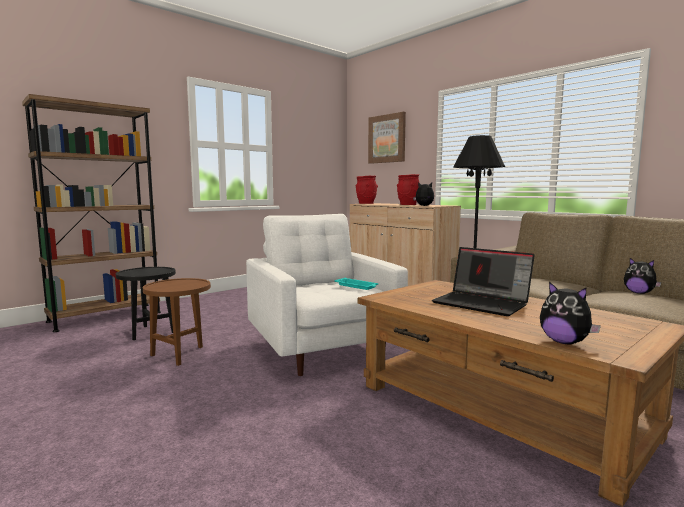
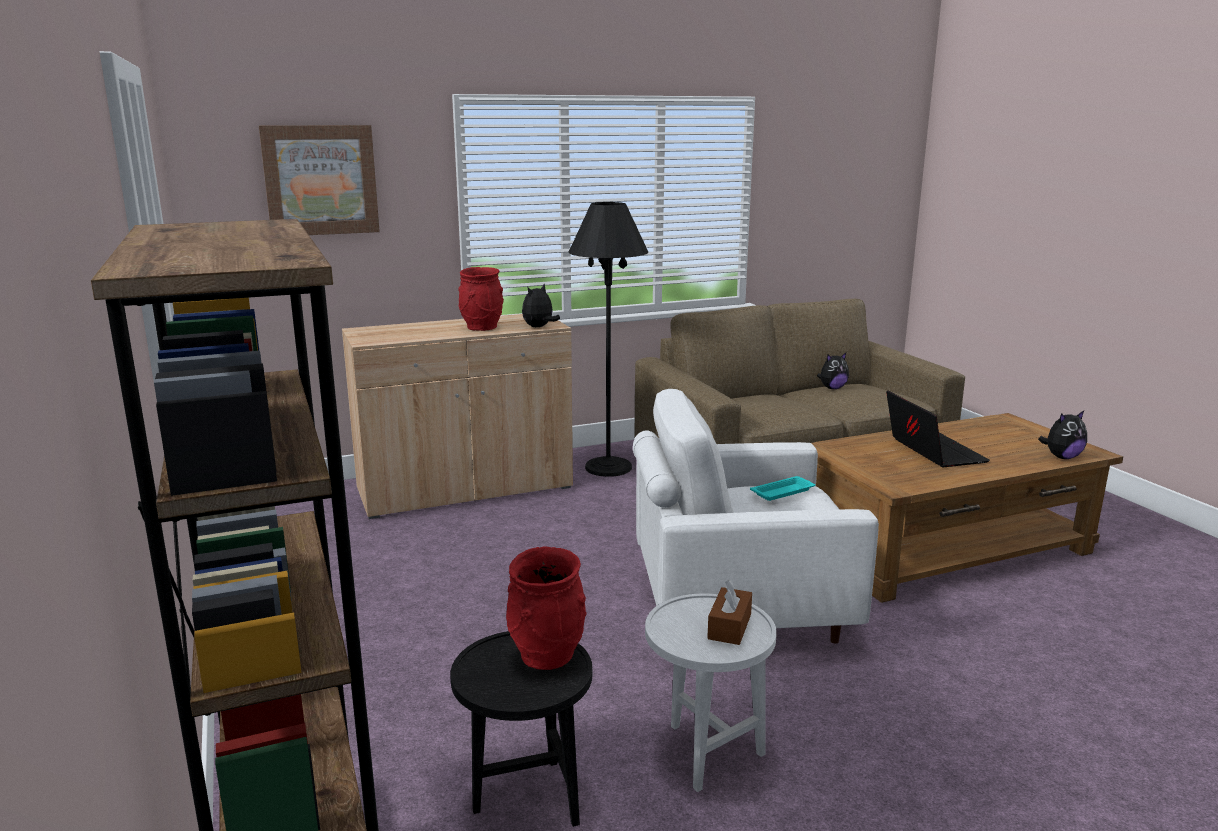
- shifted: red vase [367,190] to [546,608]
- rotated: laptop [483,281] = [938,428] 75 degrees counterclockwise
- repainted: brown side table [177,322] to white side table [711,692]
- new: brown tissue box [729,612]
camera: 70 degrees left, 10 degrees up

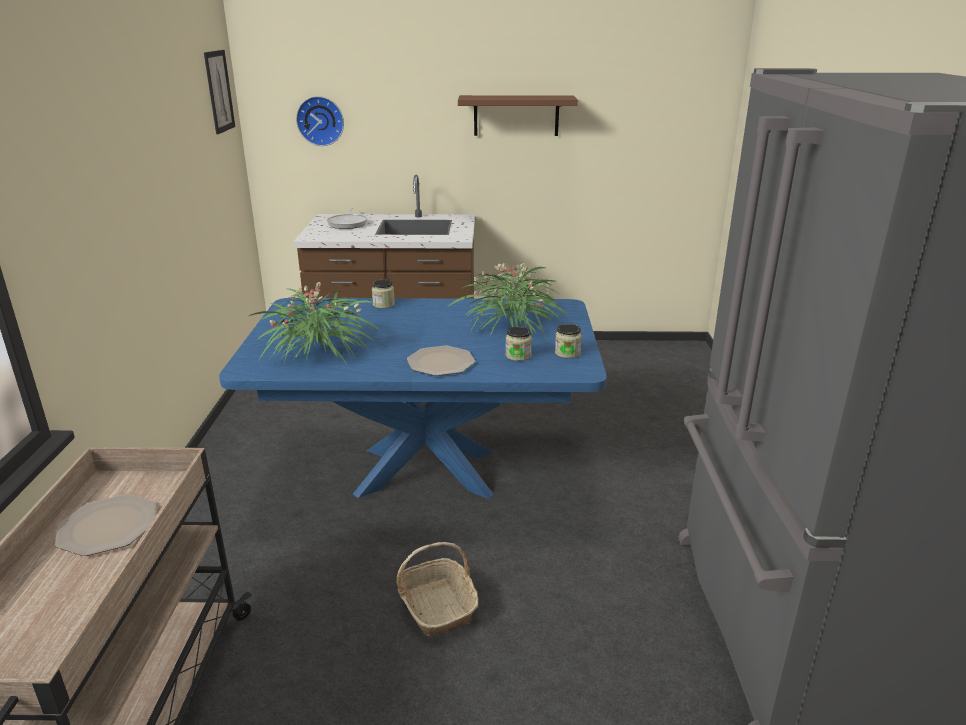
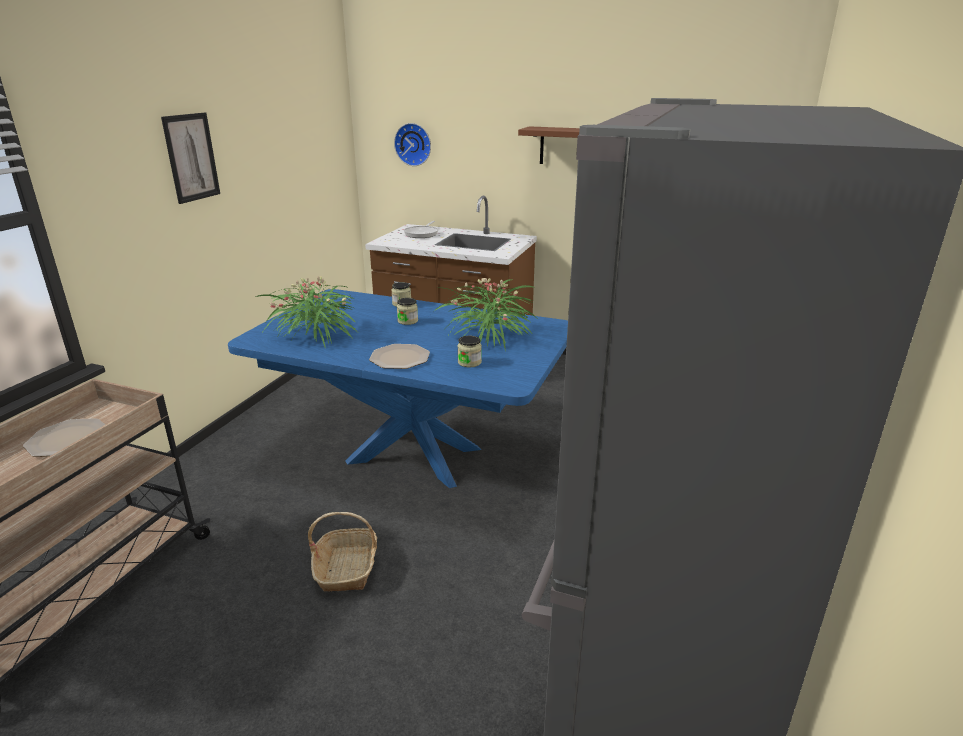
- shifted: picture [219,92] to [190,158]
- shifted: jar [568,341] to [407,311]
camera: 20 degrees right, 0 degrees up

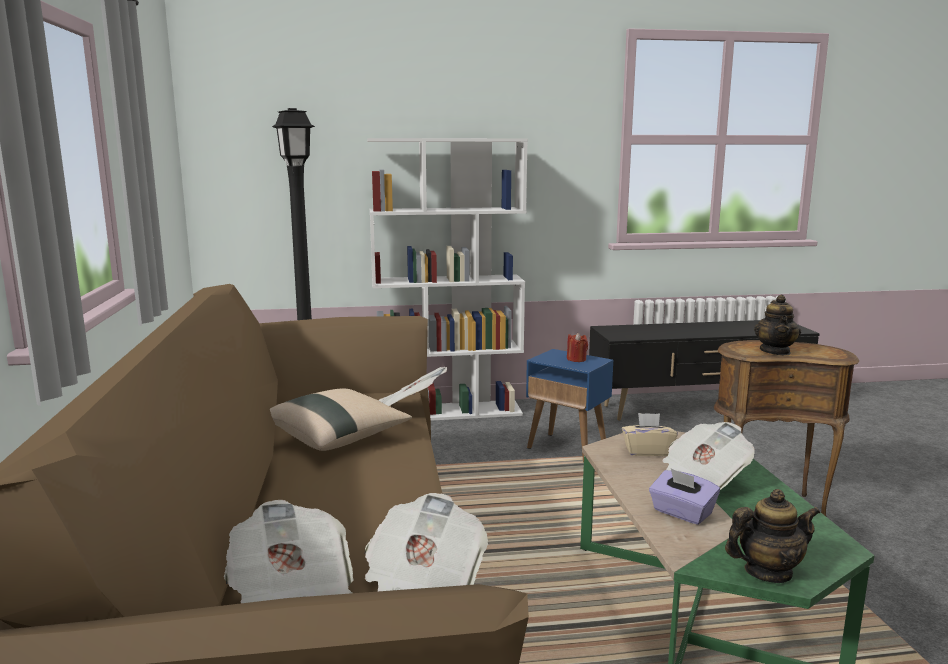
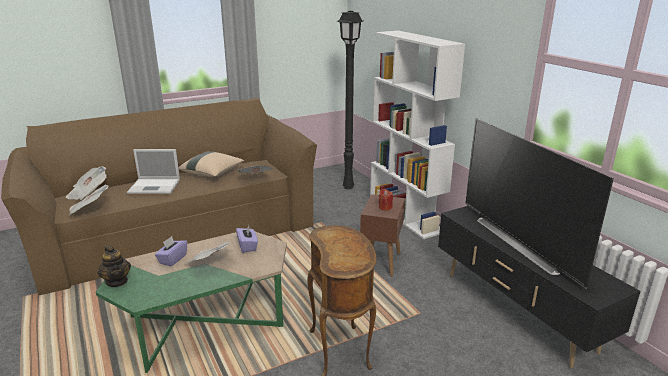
- gone: teapot [777,325]
- repainted: blue side table [569,406] to brown side table [382,235]
- repainted: beige tissue box [650,434] to purple tissue box [247,239]
- new: television [539,203]
- new: laptop [153,171]
camera: 70 degrees right, 10 degrees up

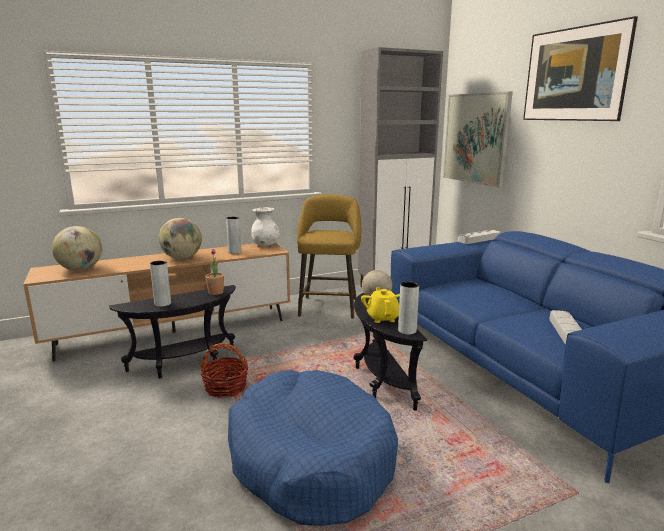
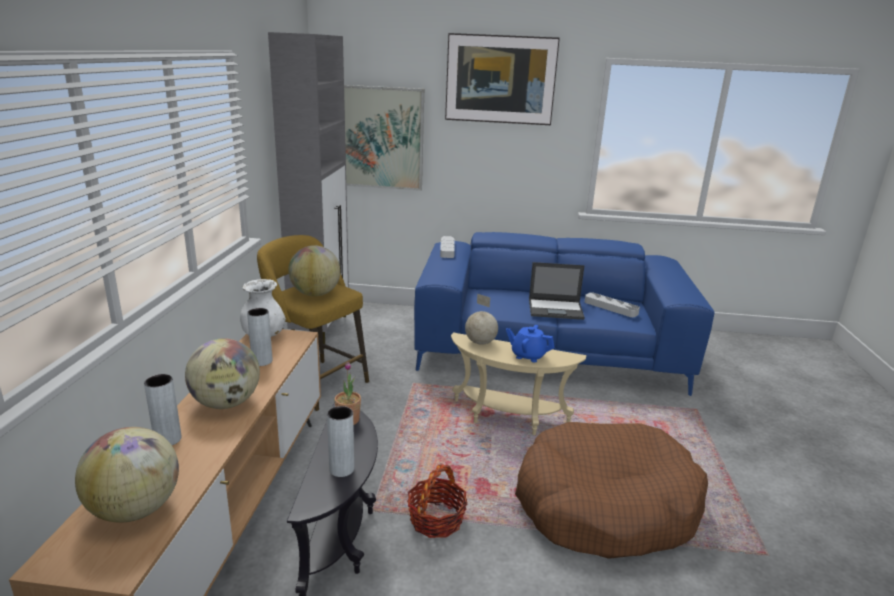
- shifted: grey vase [408,308] to [162,409]
- repainted: yellow teapot [380,305] to blue teapot [530,344]
- repainted: black side table [390,352] to beige side table [518,383]
- repainted: blue dog bed [313,447] to brown dog bed [611,490]
- new: globe [314,270]
- new: laptop [557,291]
camera: 60 degrees left, 5 degrees up

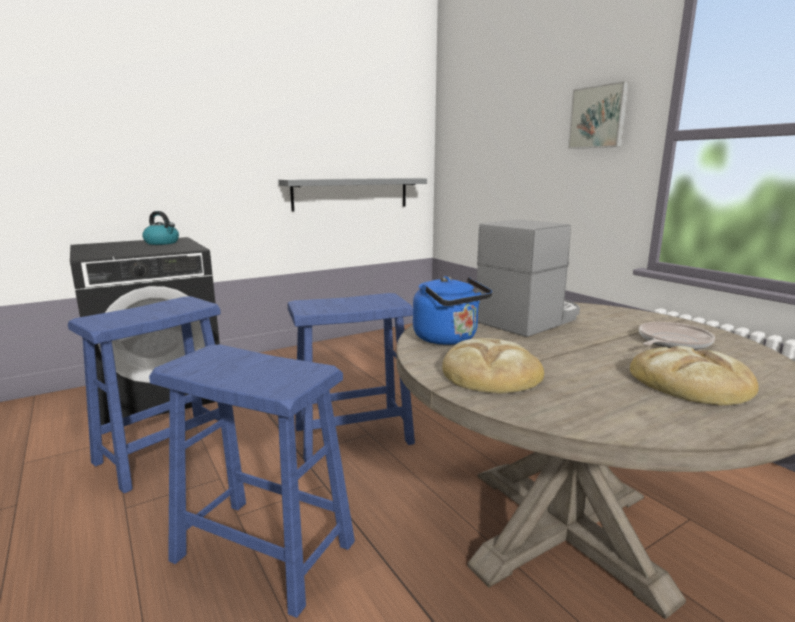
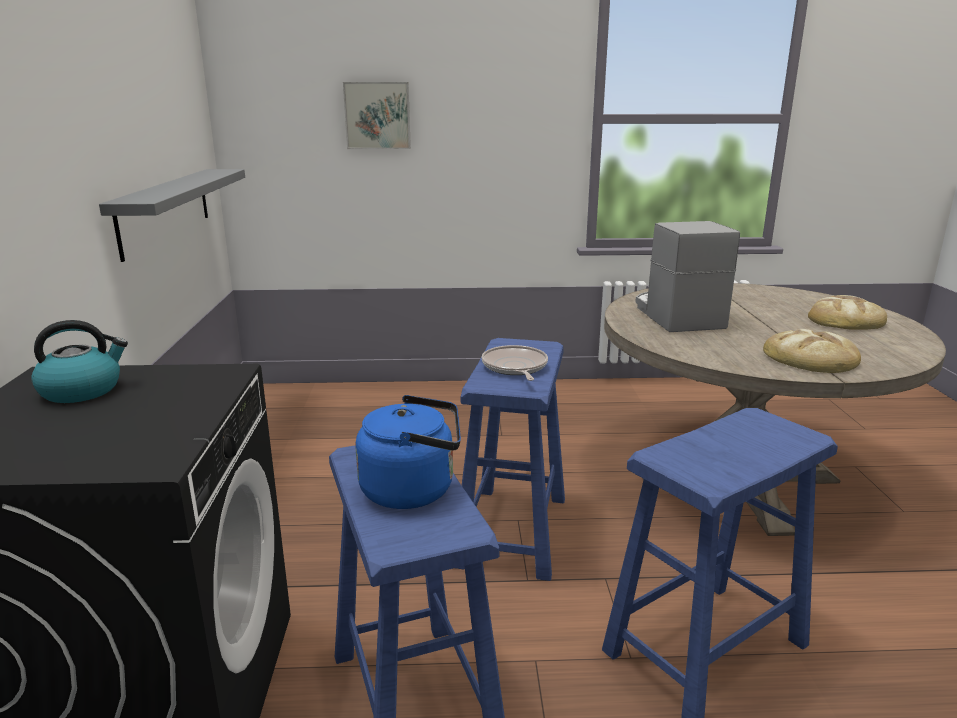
- shifted: picture [598,115] to [377,115]
- shifted: blue kettle [452,310] to [408,452]
- shifted: frying pan [677,336] to [515,363]
camera: 60 degrees left, 5 degrees up

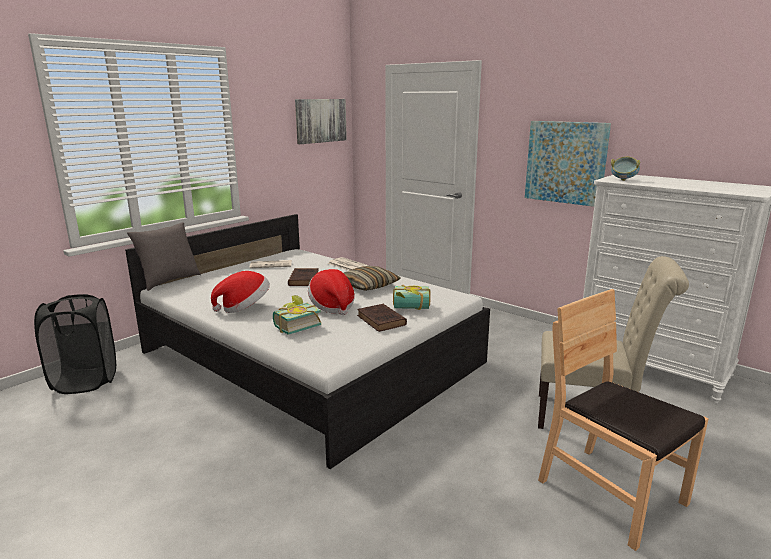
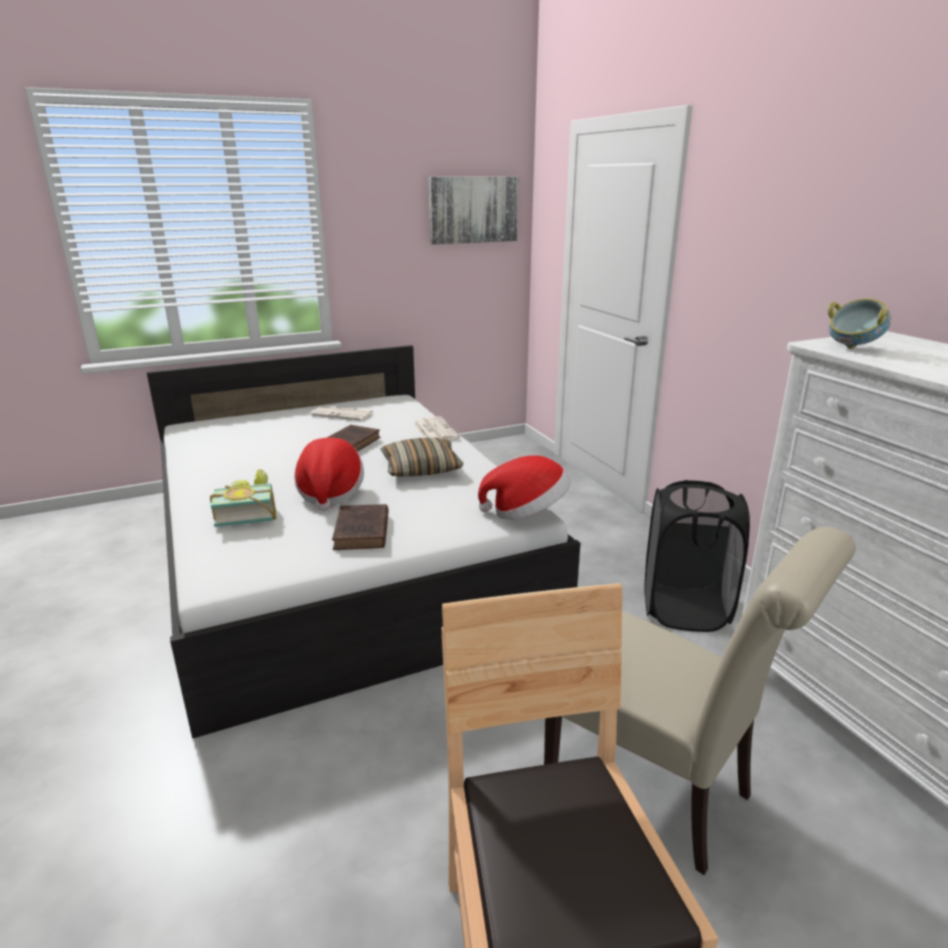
- gone: picture [568,164]
- gone: grey pillow [164,256]
- shifted: hat [240,292] to [524,488]
- gone: book [412,297]
- shifted: black laundry basket [75,344] to [697,556]
camera: 25 degrees right, 5 degrees up

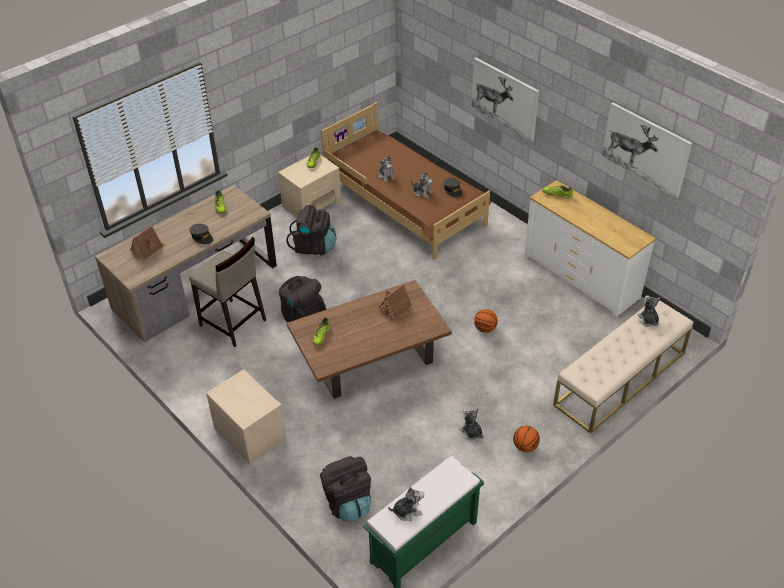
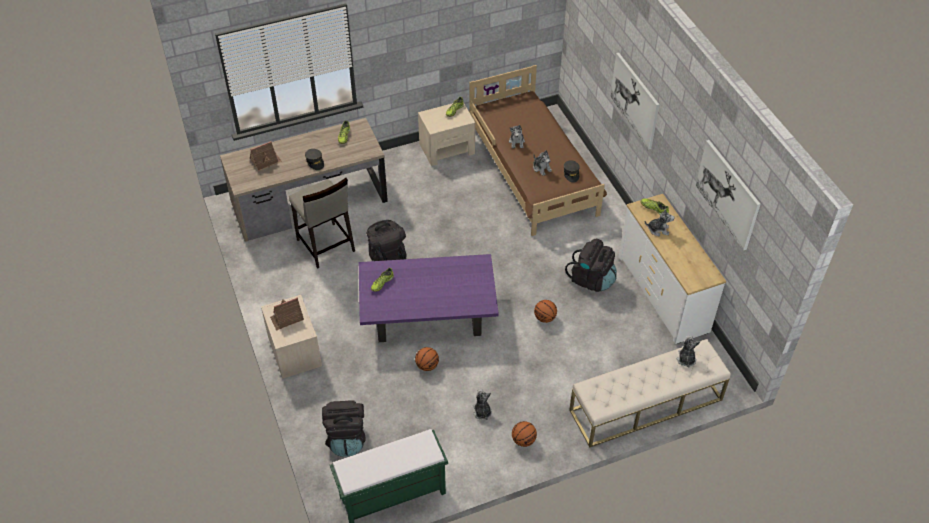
- shifted: black backpack [311,230] to [591,265]
- repainted: brown coffee table [369,339] to purple coffee table [429,298]
- shifted: toy house [394,303] to [287,314]
- shifted: plush toy [406,504] to [659,222]
- new: basketball [427,359]
camera: 20 degrees right, 5 degrees up

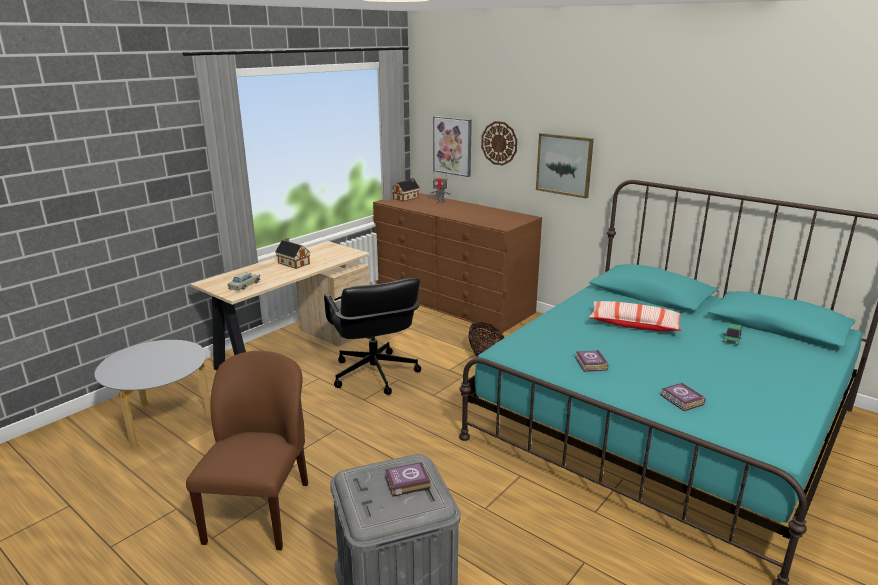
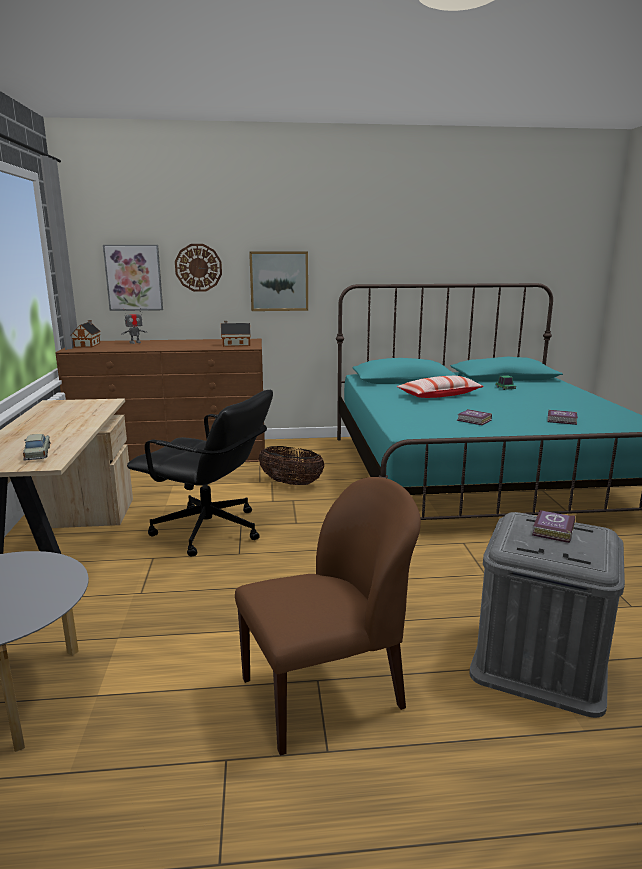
- shifted: toy house [293,253] to [236,334]
- rotated: brown chair [247,450] = [328,616] 105 degrees clockwise
camera: 45 degrees left, 5 degrees down

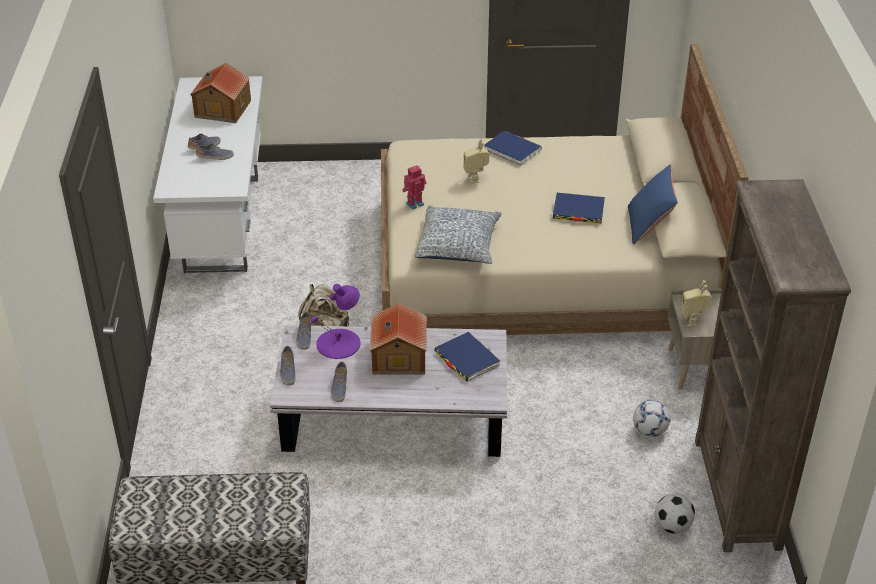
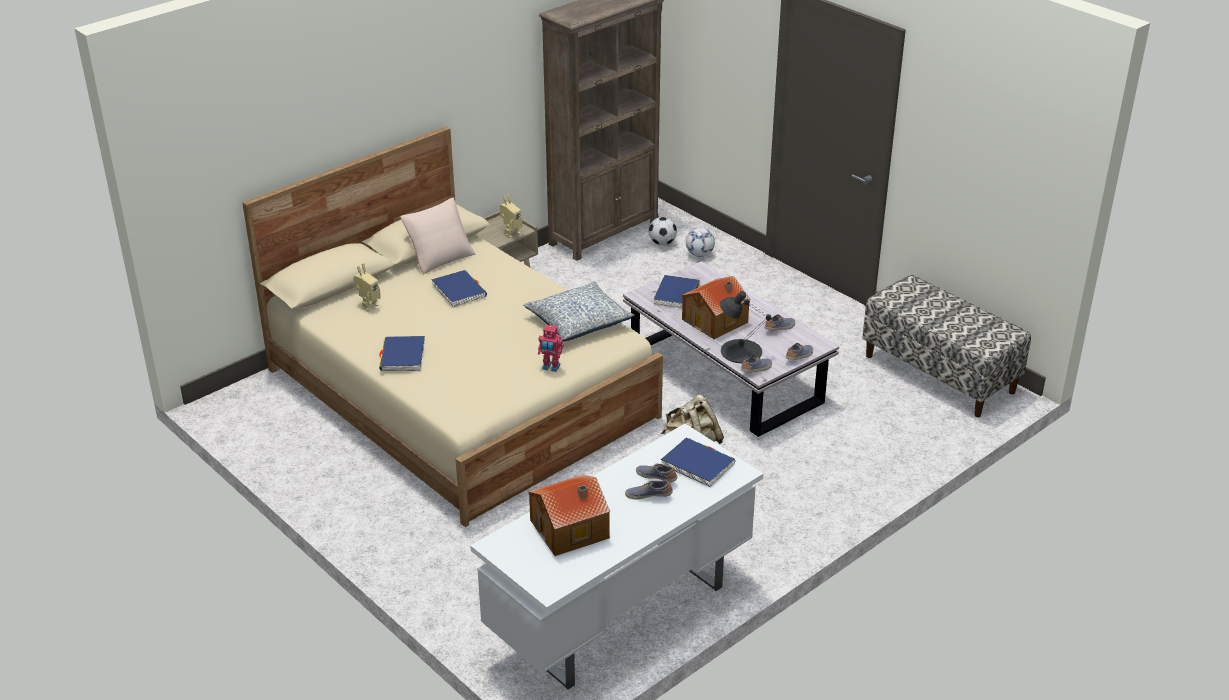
- shifted: toy robot [476,161] to [367,287]
- repainted: blue pillow [653,204] to beige pillow [437,235]
- repainted: purple table lamp [335,321] to black table lamp [745,327]
- shifted: football [651,418] to [700,242]
- new: blue book [698,462]
camera: 130 degrees left, 5 degrees down

